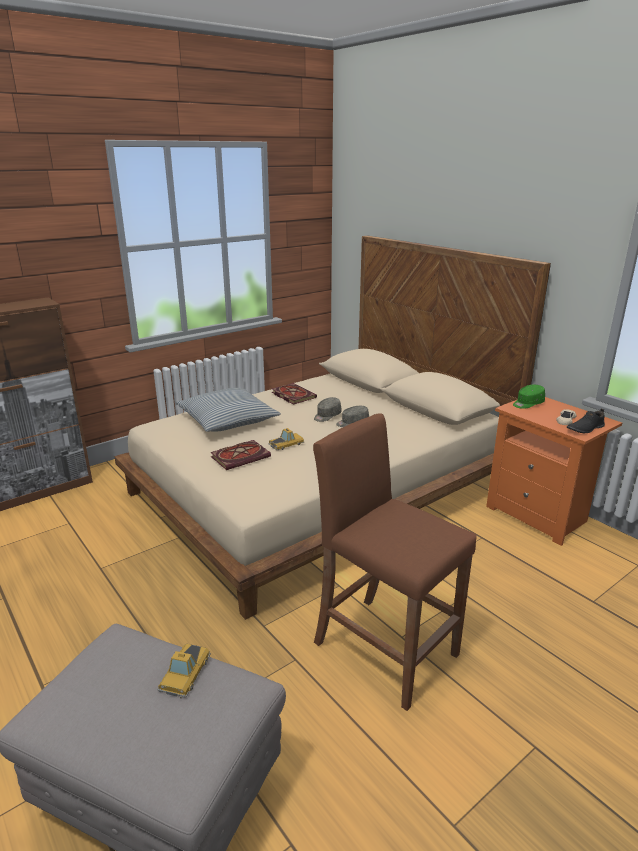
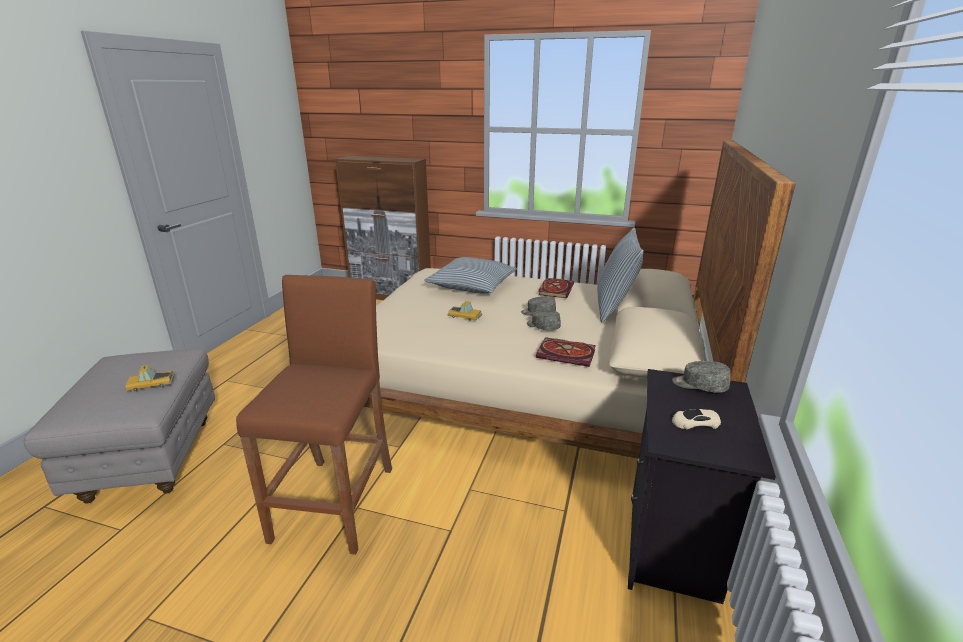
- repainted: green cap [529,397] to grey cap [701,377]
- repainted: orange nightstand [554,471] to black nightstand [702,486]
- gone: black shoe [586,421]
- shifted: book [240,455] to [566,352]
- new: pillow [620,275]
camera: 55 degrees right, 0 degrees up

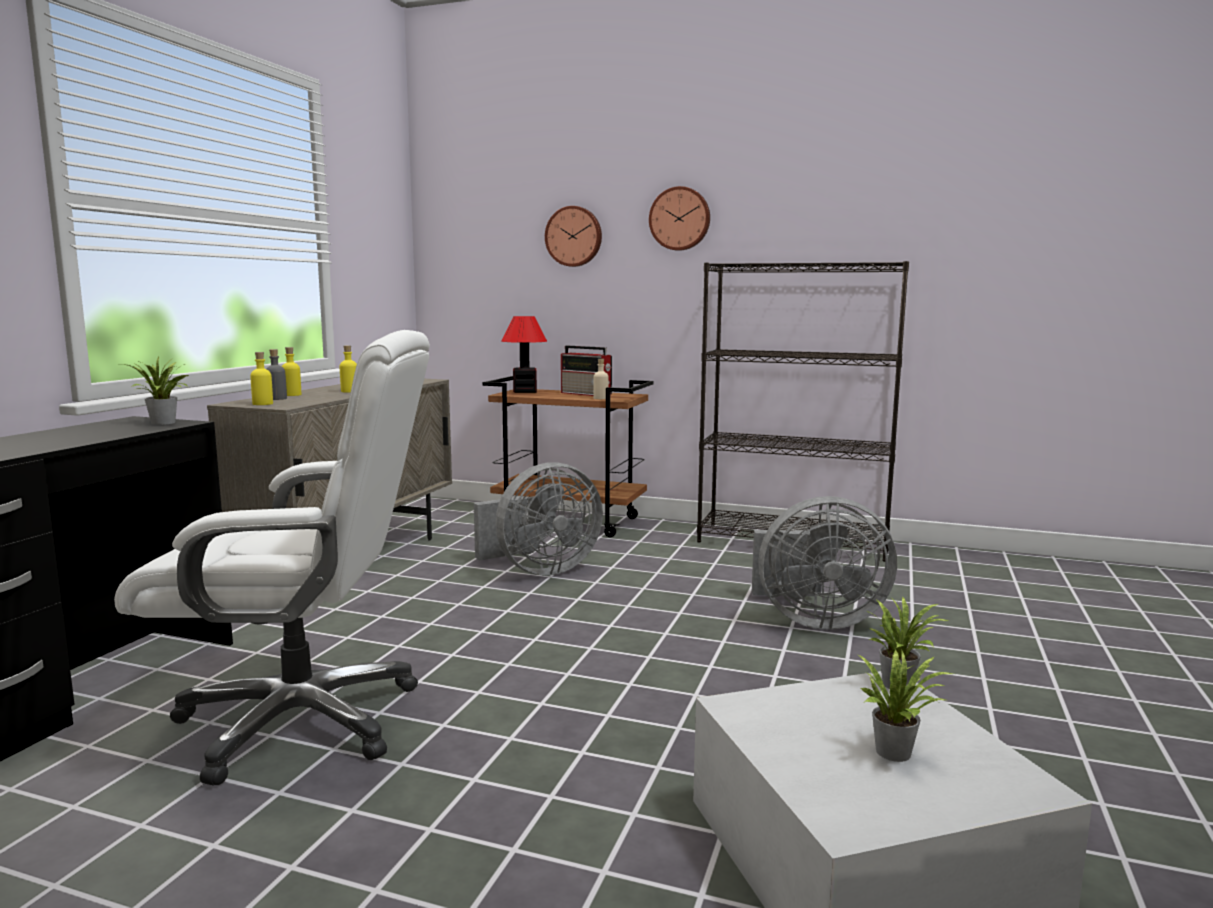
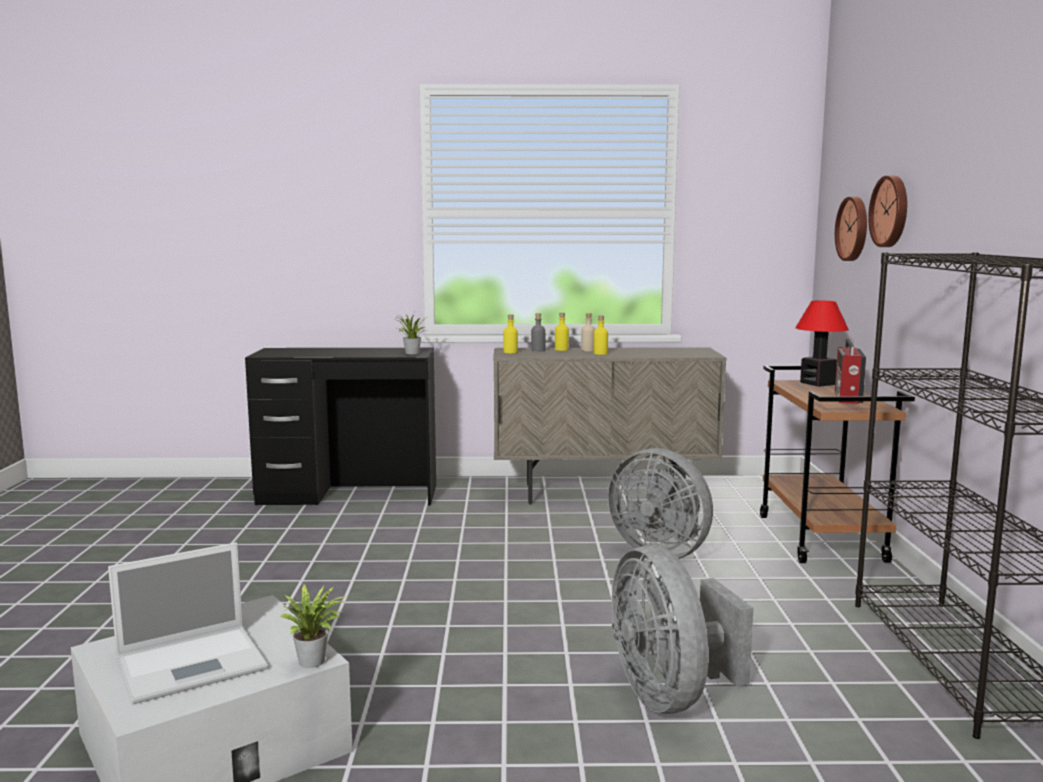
- shifted: wall clock [679,218] to [851,229]
- gone: white office chair [272,558]
- shifted: beige bottle [601,379] to [588,332]
- swapped: potted plant [905,706] to laptop [188,623]
camera: 70 degrees right, 0 degrees up

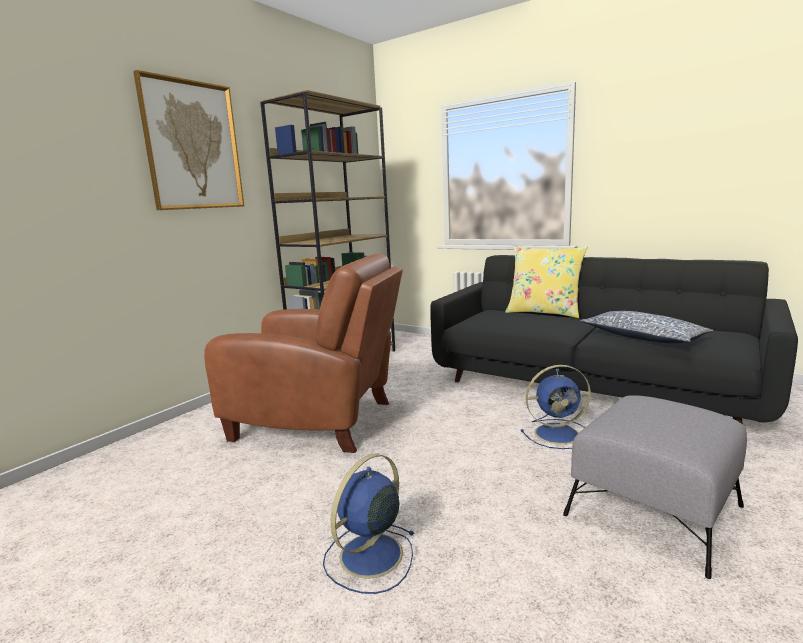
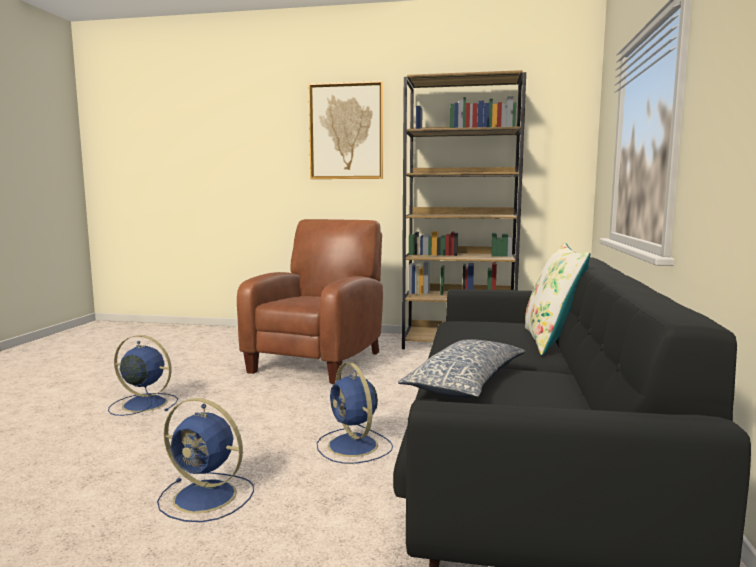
- repainted: yellow pillow [546,282] to white pillow [558,299]
- rotated: brown armchair [303,353] = [310,301] 150 degrees counterclockwise
- swapped: grey ottoman [655,487] to blue fan [205,460]
camera: 65 degrees right, 5 degrees down

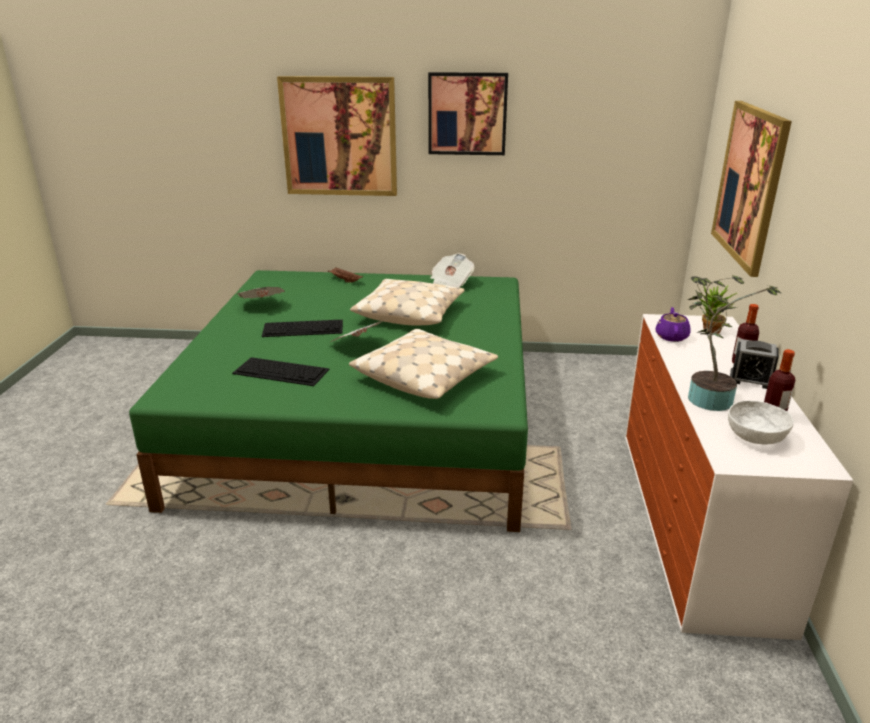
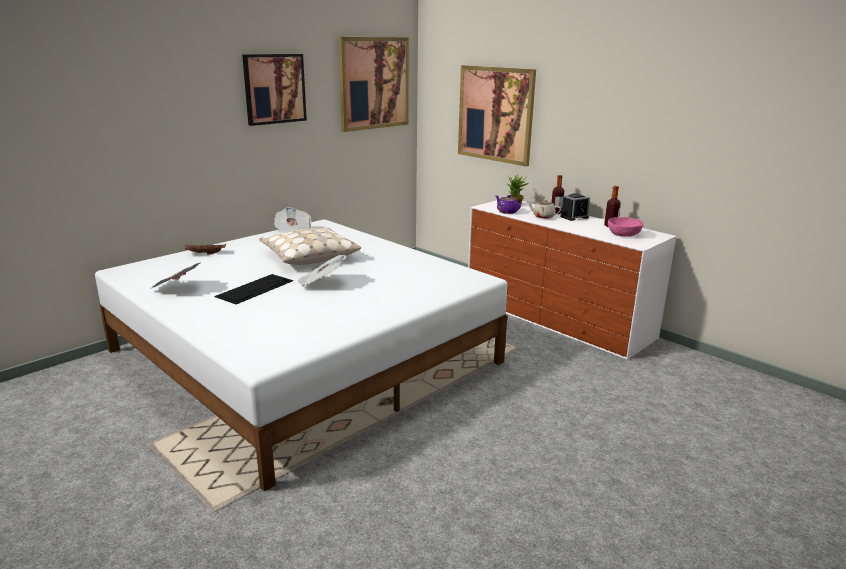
- shifted: picture [337,136] to [373,84]
- repainted: green bed [328,401] to white bed [301,355]
- gone: potted plant [734,343]
- gone: beige pillow [423,364]
- gone: keyboard [281,371]
- repainted: white bowl [761,422] to pink bowl [626,227]
- new: beige teapot [544,209]
camera: 50 degrees left, 5 degrees down

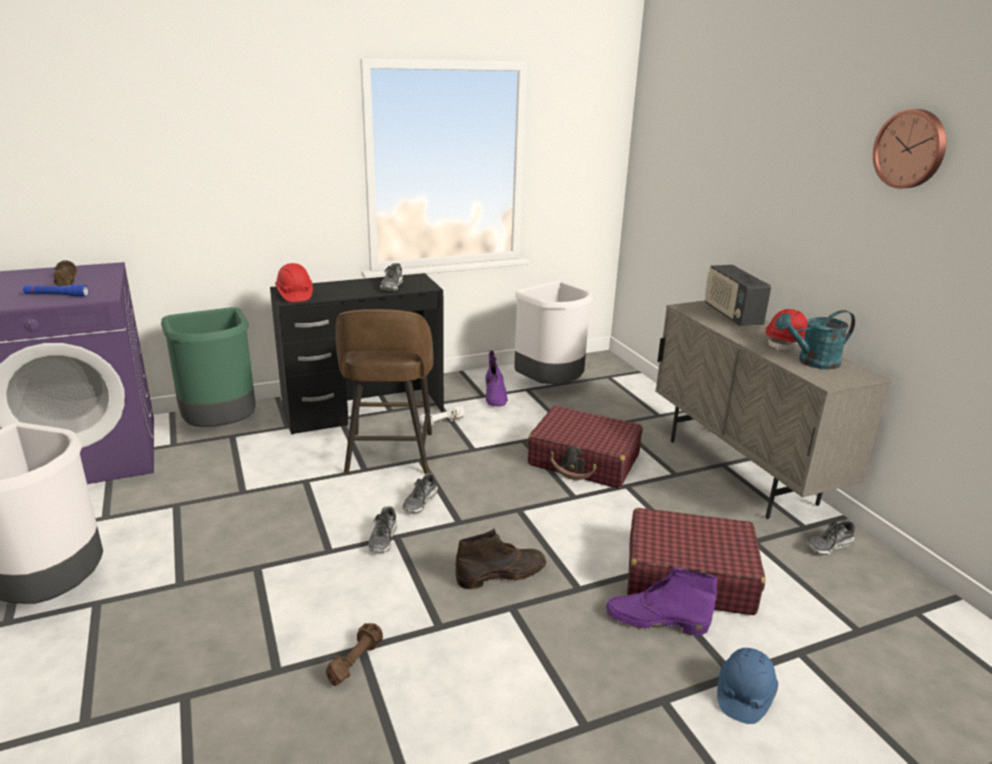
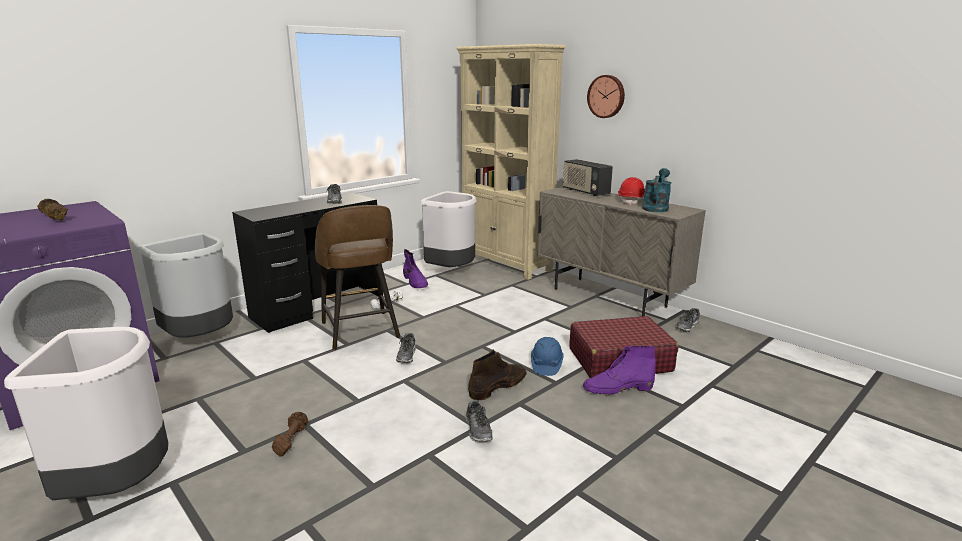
- shifted: wall clock [909,148] to [606,96]
- gone: red hard hat [294,282]
- gone: blue flashlight [56,291]
- repainted: green trash can [208,367] to grey trash can [185,285]
- rotated: turquoise watering can [815,339] = [656,190] 150 degrees clockwise
- gone: red suitcase [585,446]
- shifted: shoe [382,529] to [479,421]
- shifted: brown dumbbell [354,654] to [290,434]
- shifted: blue hard hat [747,686] to [547,356]
- new: beige bookcase [511,162]
camera: 20 degrees left, 5 degrees down

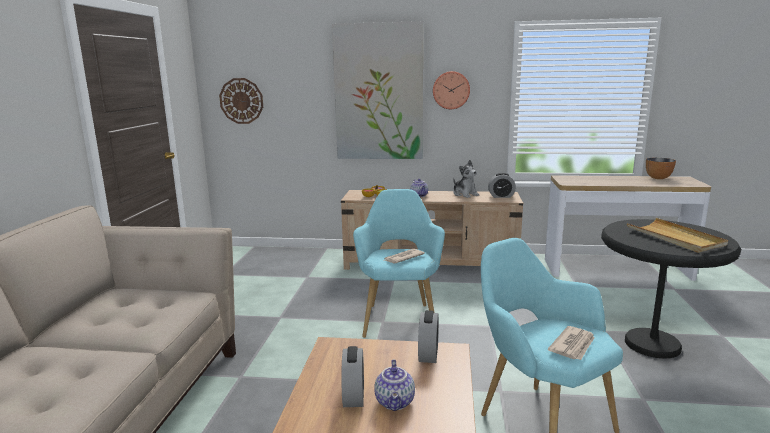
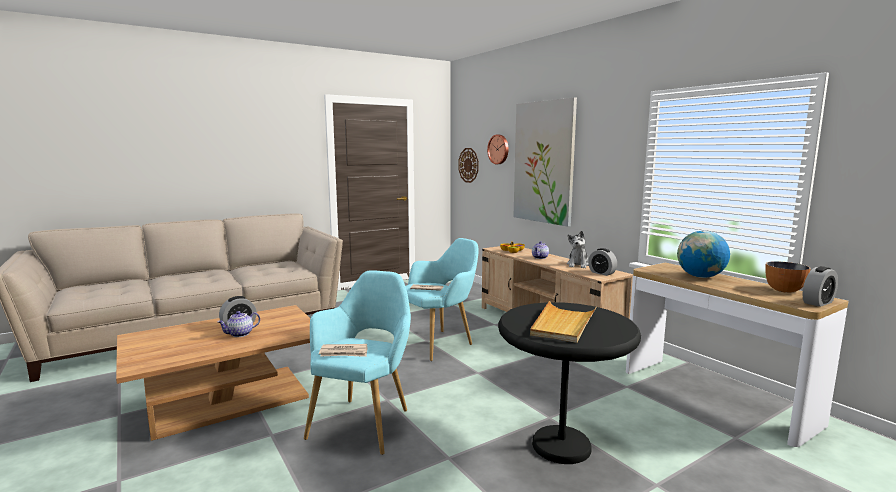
- shifted: wall clock [451,90] to [497,149]
- shifted: alarm clock [428,336] to [820,286]
- new: globe [703,254]
camera: 50 degrees right, 5 degrees down

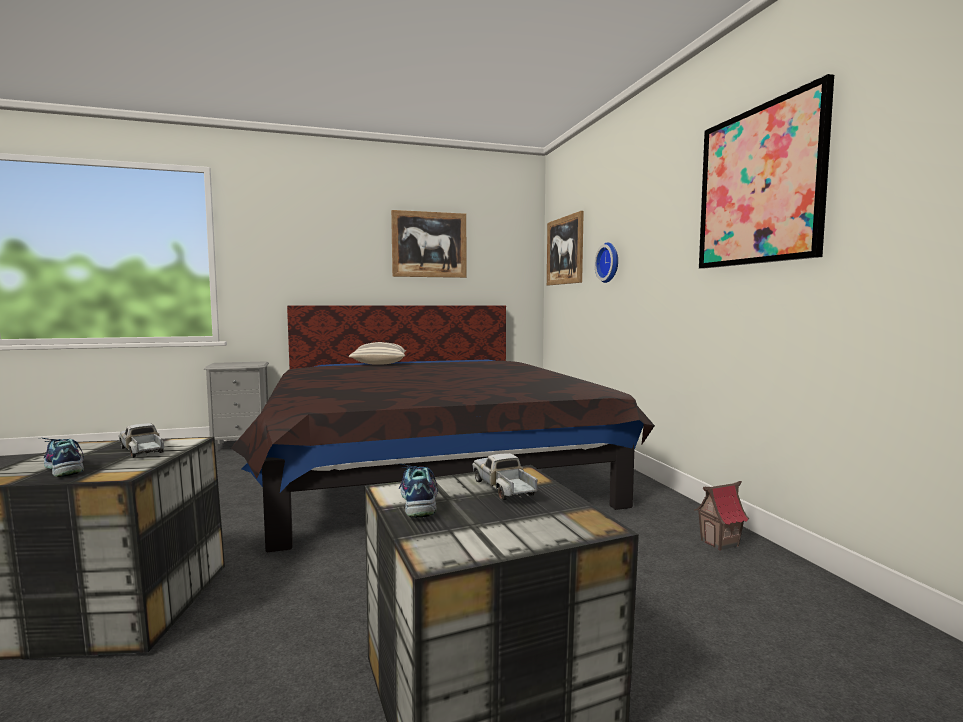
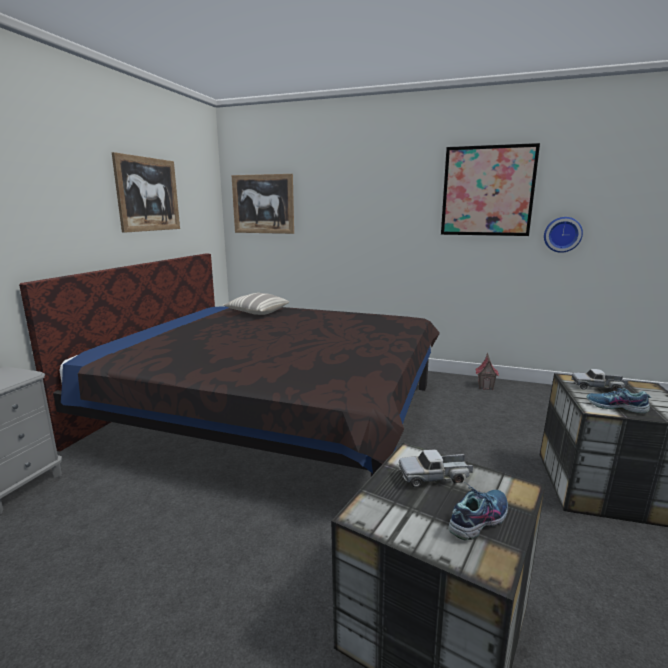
- shifted: wall clock [606,262] to [563,235]
- shifted: pillow [377,353] to [256,304]
- rotated: shoe [63,457] = [478,511] 150 degrees clockwise
camera: 55 degrees left, 10 degrees up

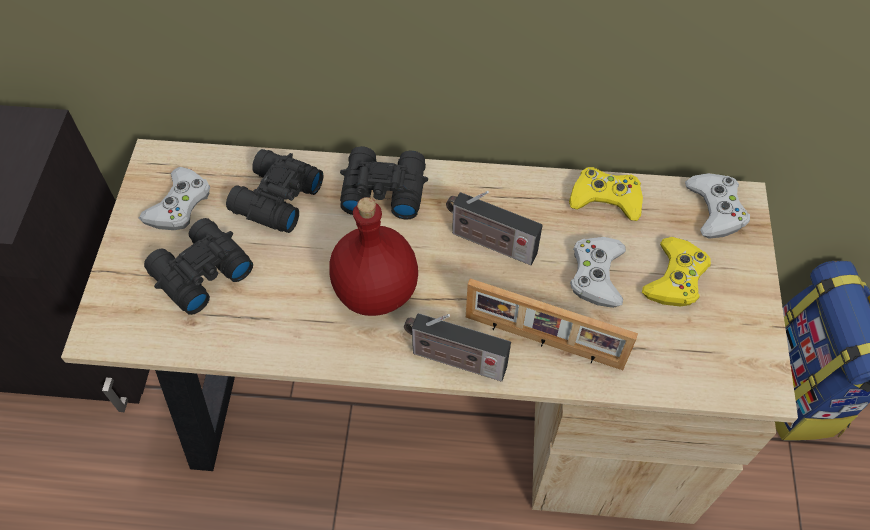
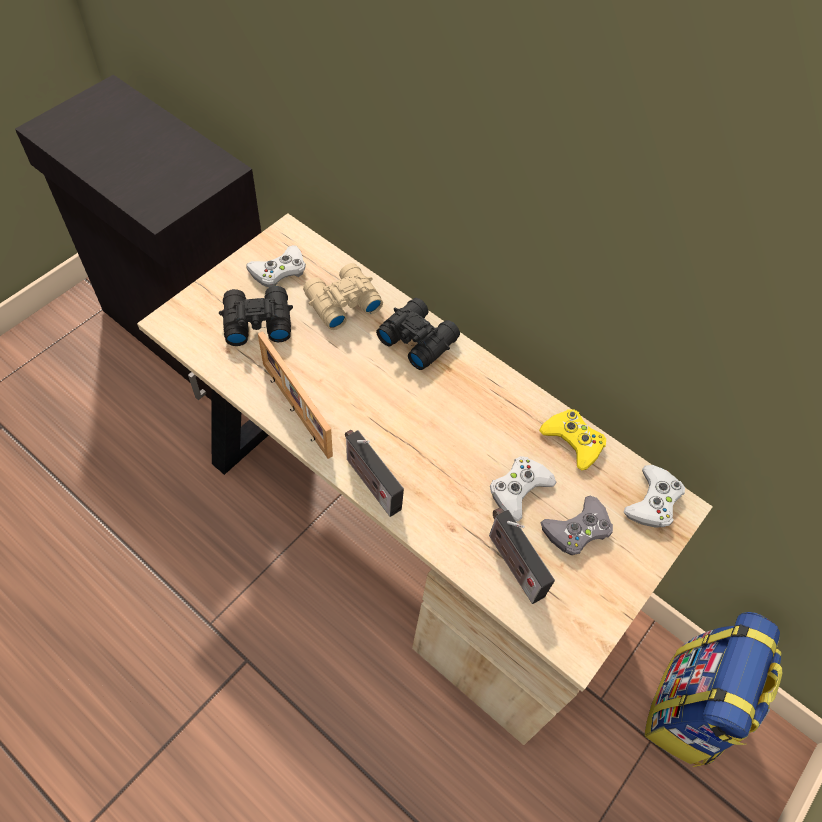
- repainted: black binoculars [274,191] to beige binoculars [343,296]
- shifted: radio [494,228] to [522,556]
- gone: red bottle [373,256]
- repainted: yellow game controller [676,272] to grey game controller [577,525]
- shifted: picture frame [552,324] to [295,395]
camera: 30 degrees right, 0 degrees up

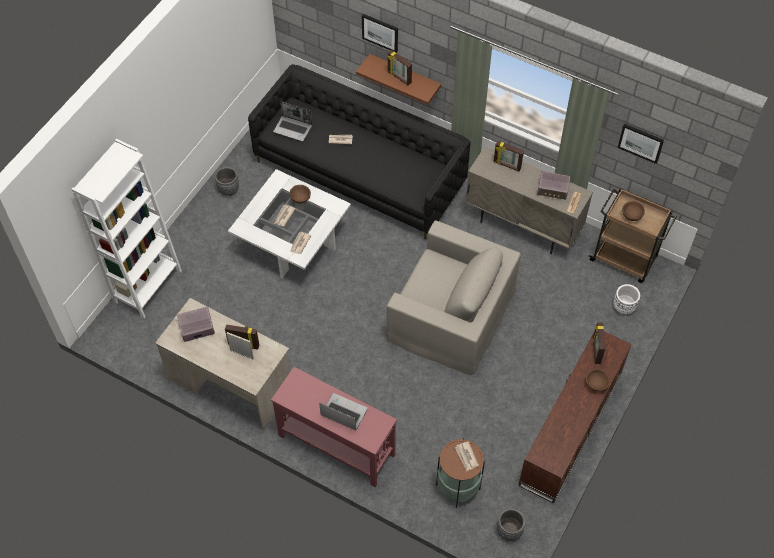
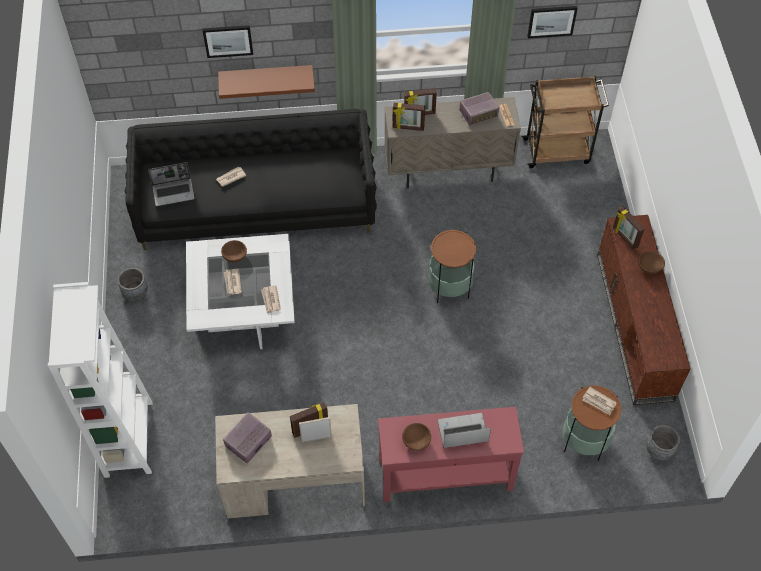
- shifted: picture frame [399,68] to [409,117]
- shifted: brown bowl [633,211] to [416,437]
- swapped: beige armchair [453,298] to side table [452,266]
- gone: white planter [626,299]
camera: 35 degrees left, 0 degrees up

